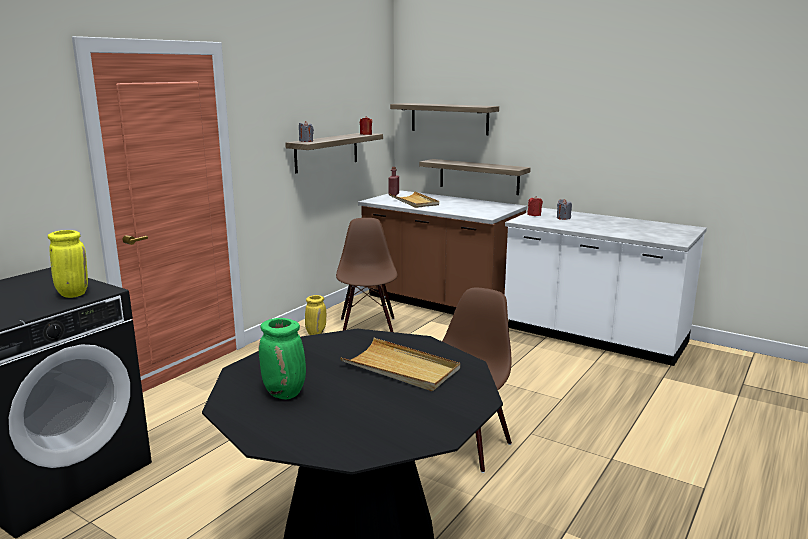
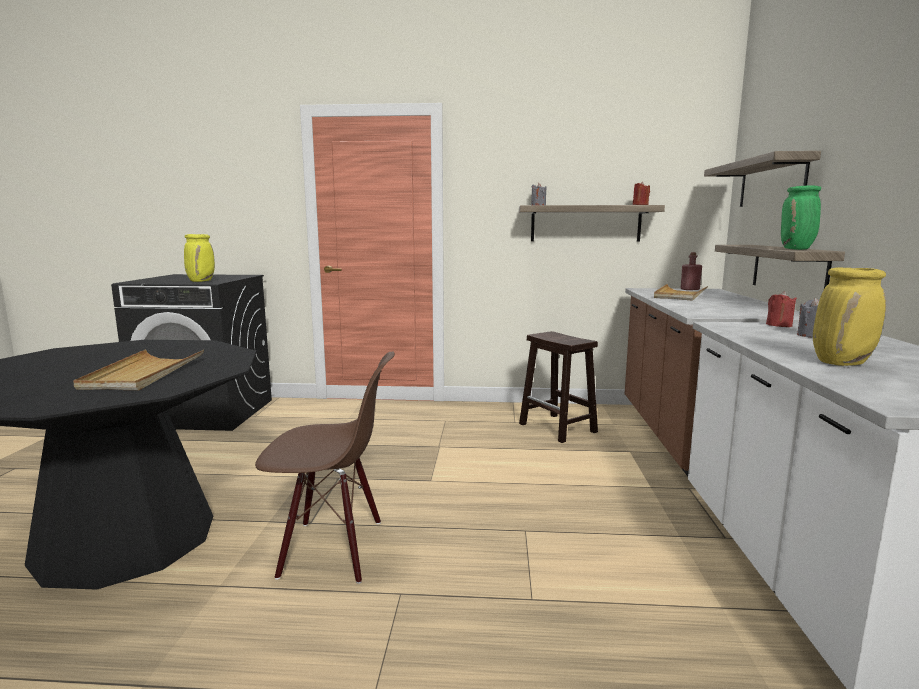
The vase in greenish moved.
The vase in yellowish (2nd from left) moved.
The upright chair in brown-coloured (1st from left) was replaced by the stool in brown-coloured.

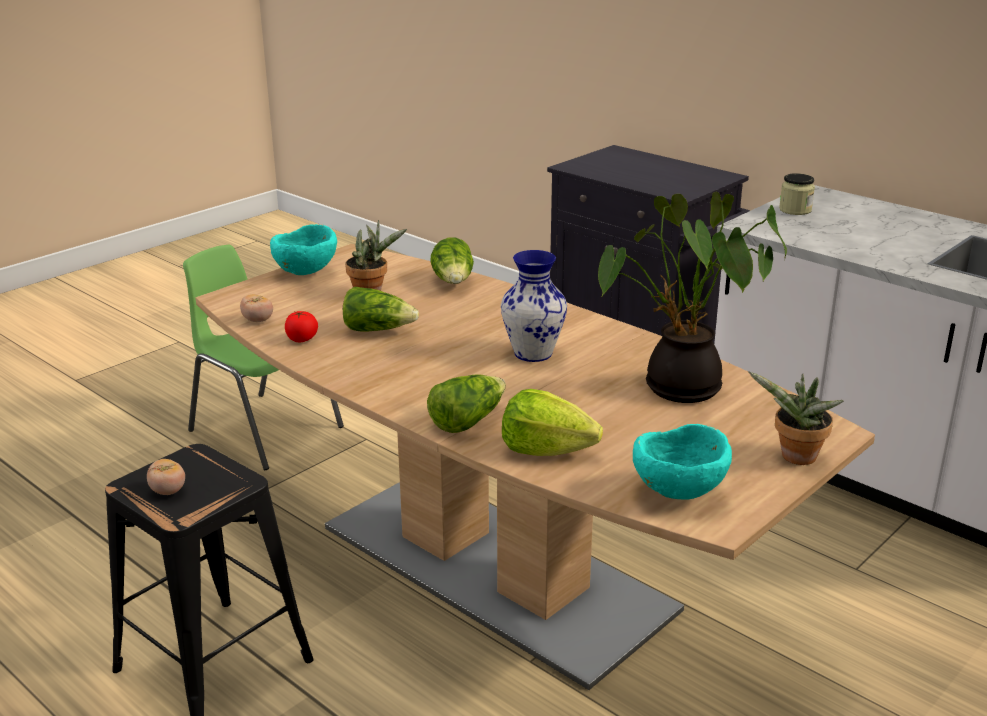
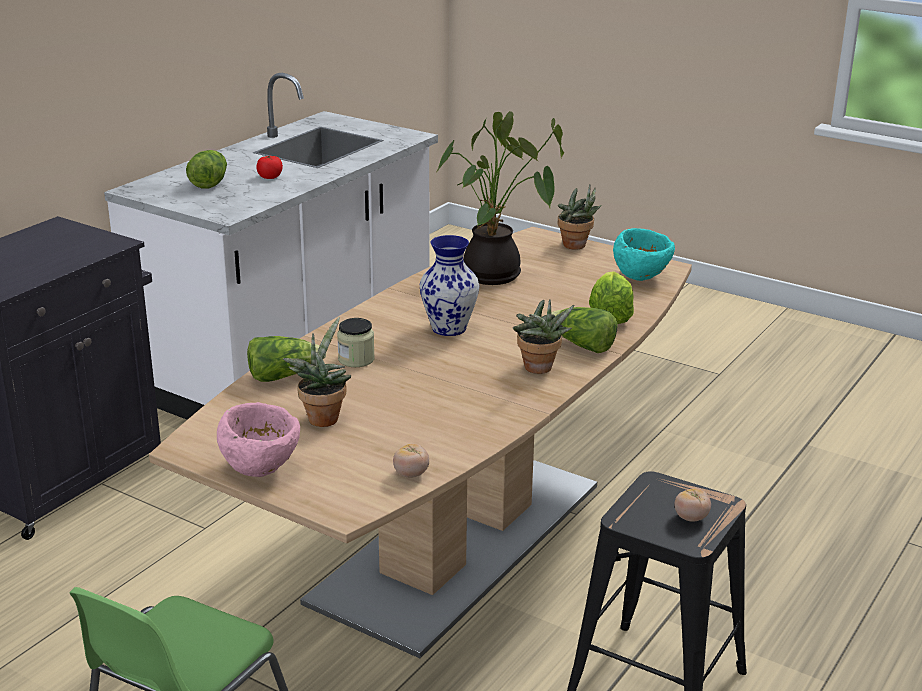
The serving bowl in blue-green (1st from left) became the serving bowl in pinkish.
The whole tomato (3rd from left in the first image) moved.
The head of lettuce (1st from left) moved.
The storage jar moved.
The potted plant (3rd from left) appeared.

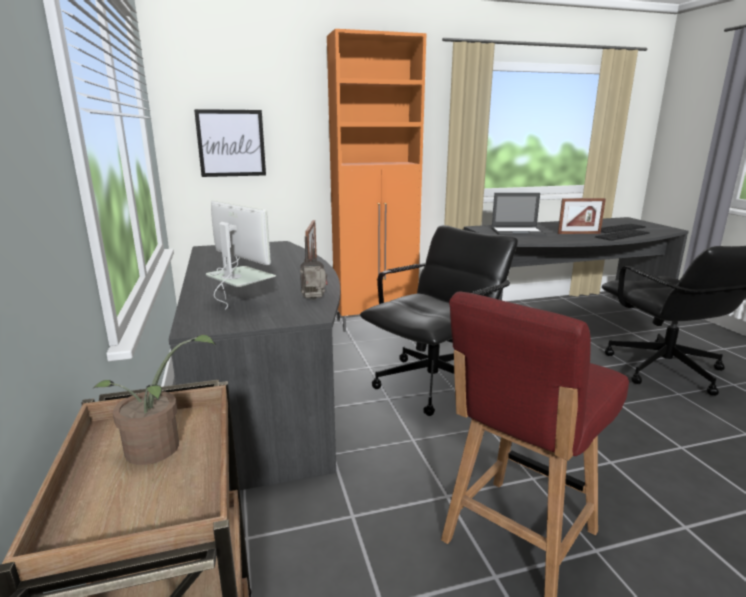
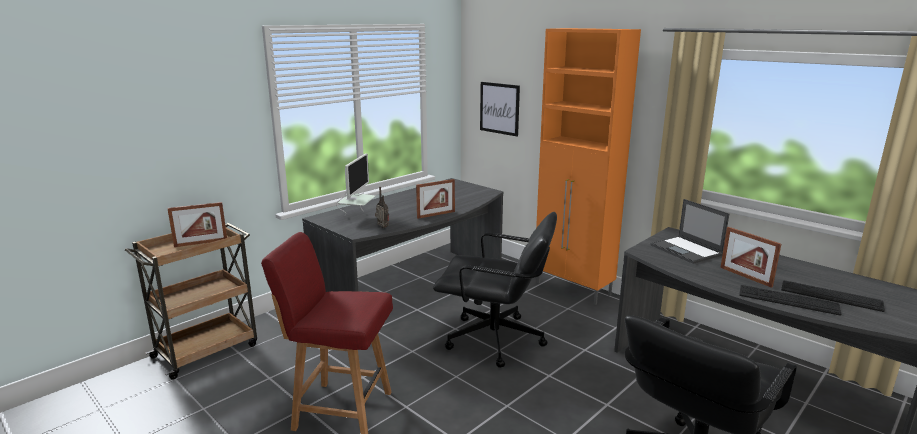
The potted plant was replaced by the standing frame (1st from left).

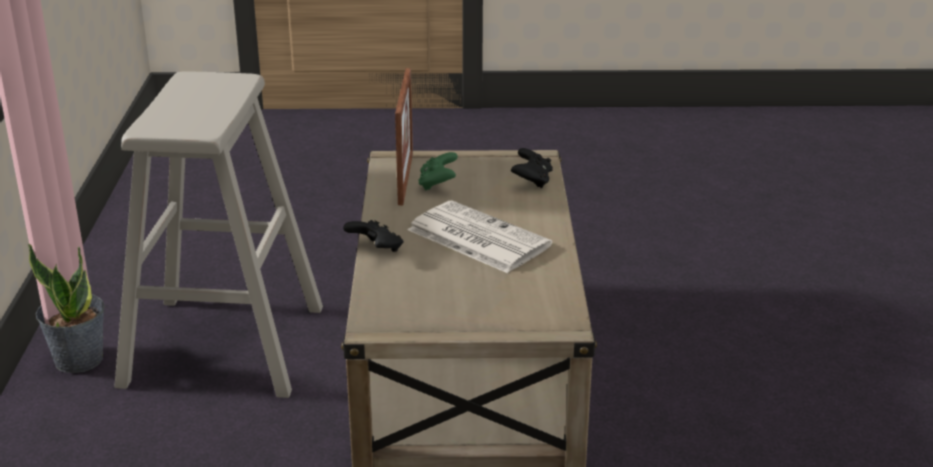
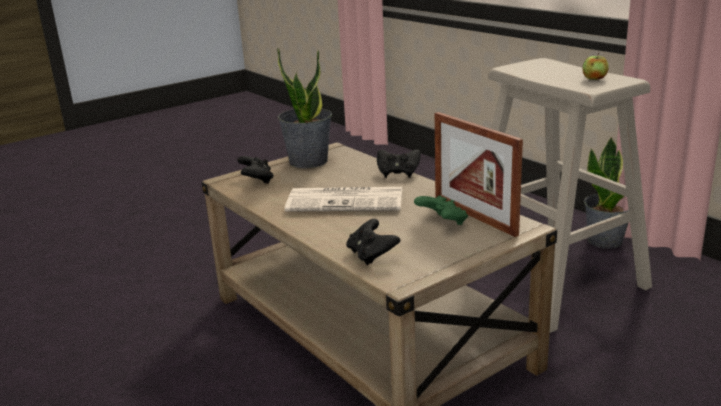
The joypad in black-coloured (1st from left) appeared.
The potted plant (1st from left) appeared.
The apple fruit appeared.

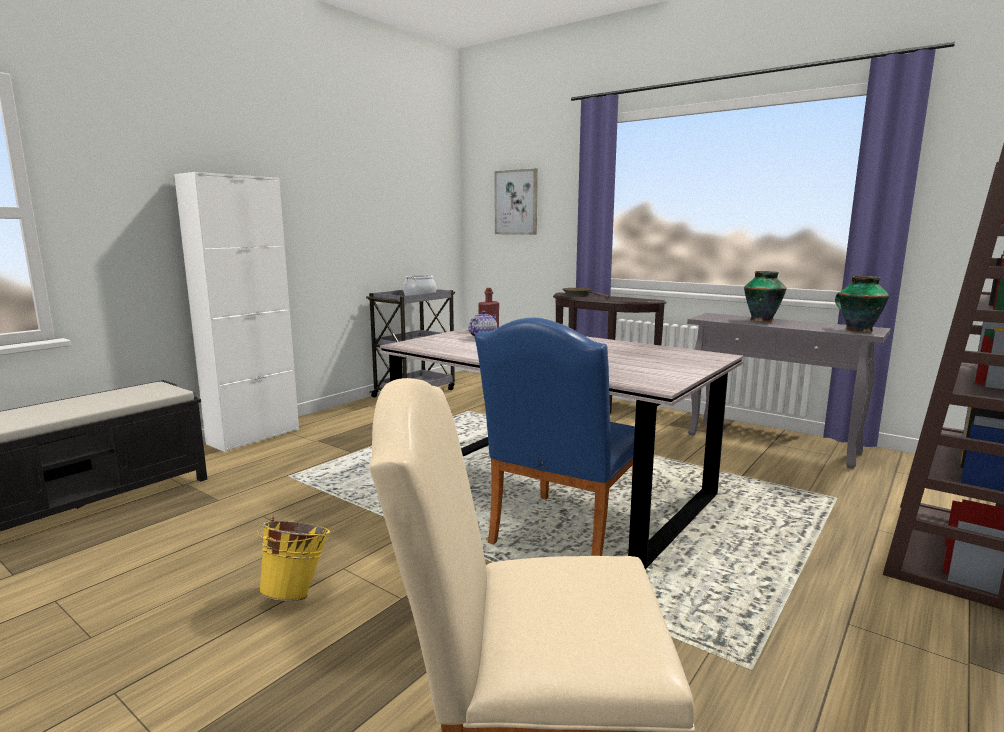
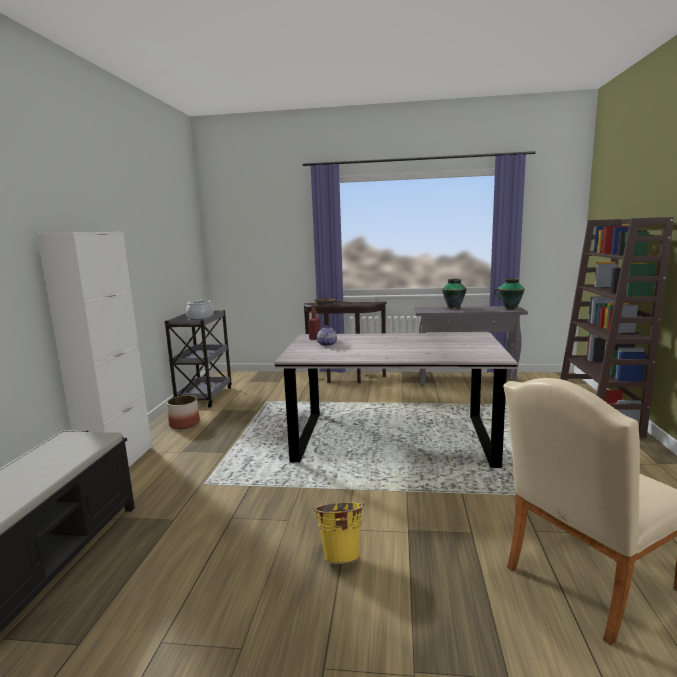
The upright chair in bluish disappeared.
The wall art disappeared.
The plant pot appeared.

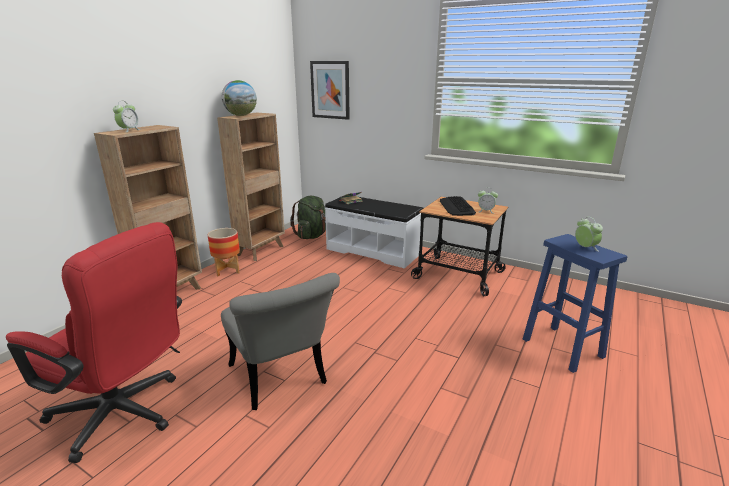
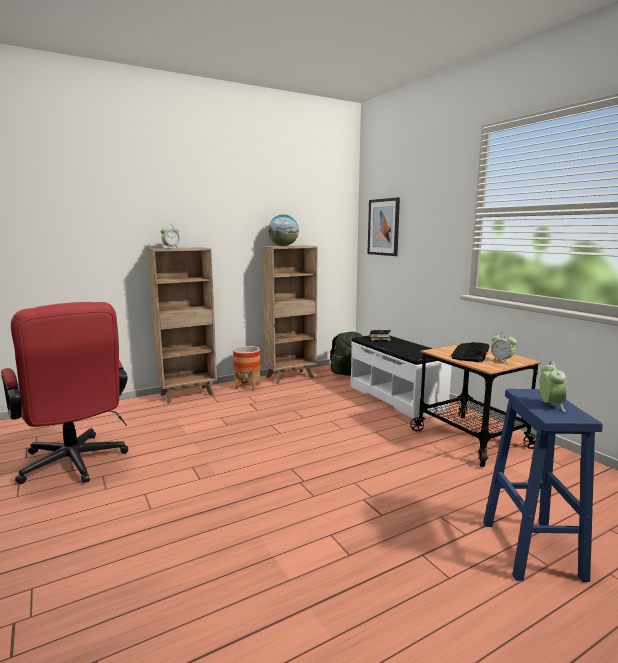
The upright chair in grey disappeared.

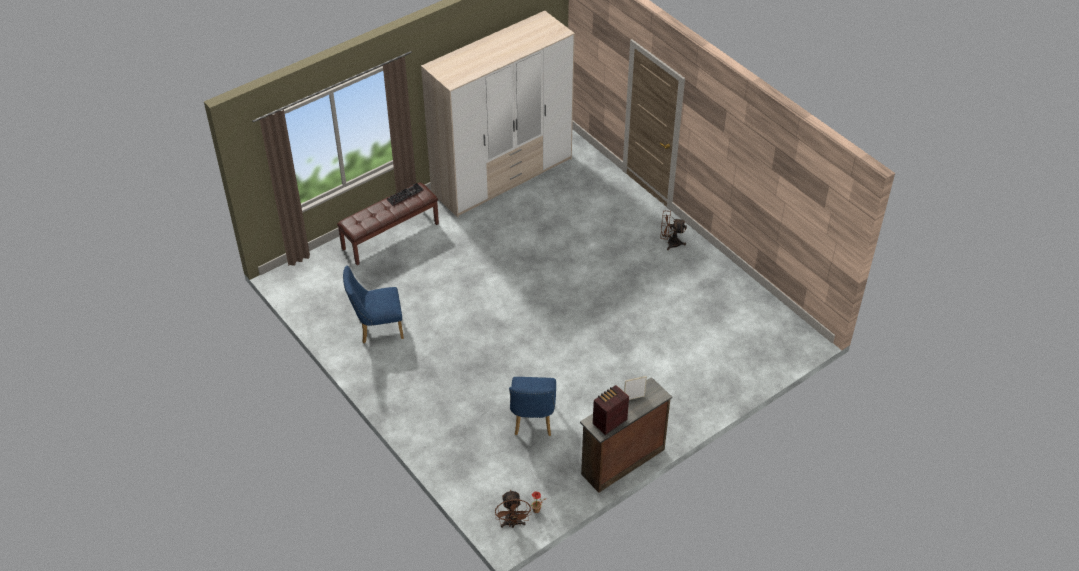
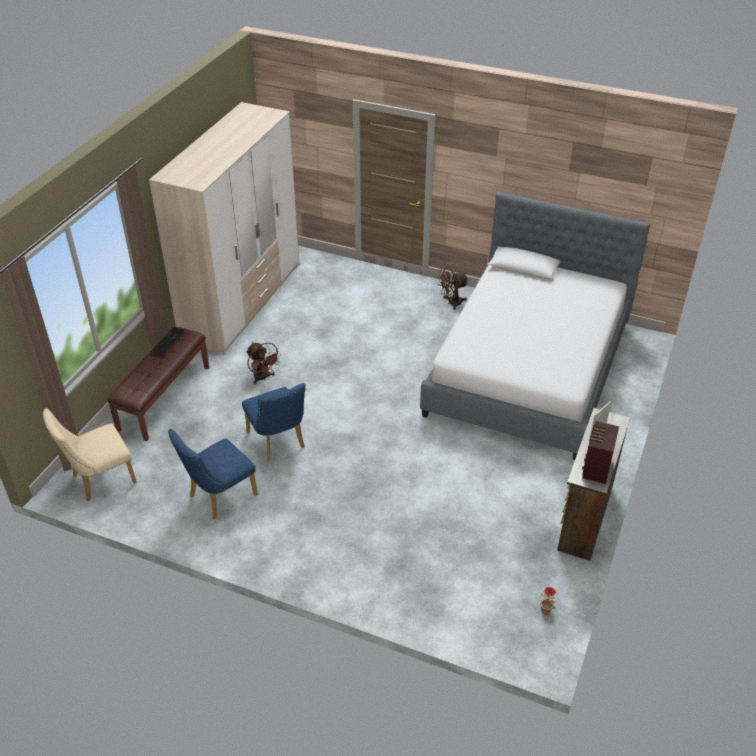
The cooling fan in brown-coloured (1st from left) moved.
The upright chair in bluish (2nd from left) moved.
The upright chair in beige appeared.
The bedroom bed appeared.

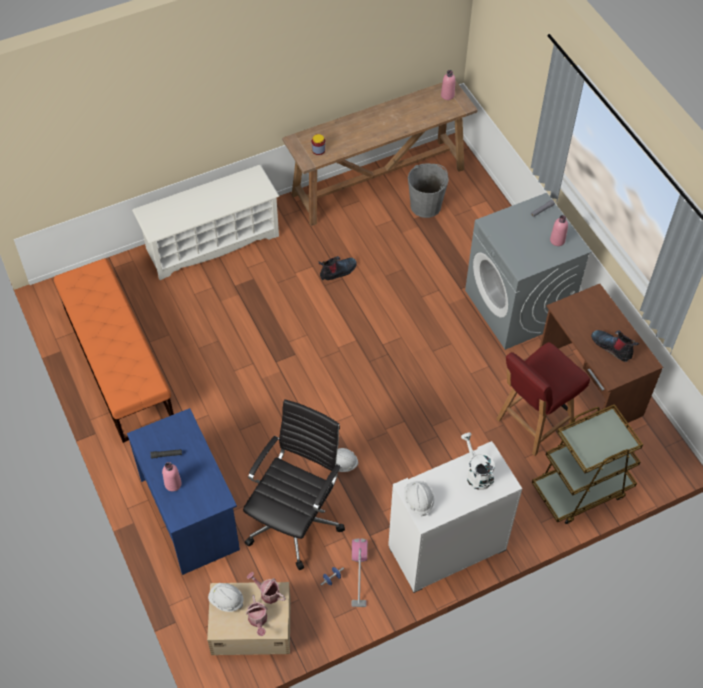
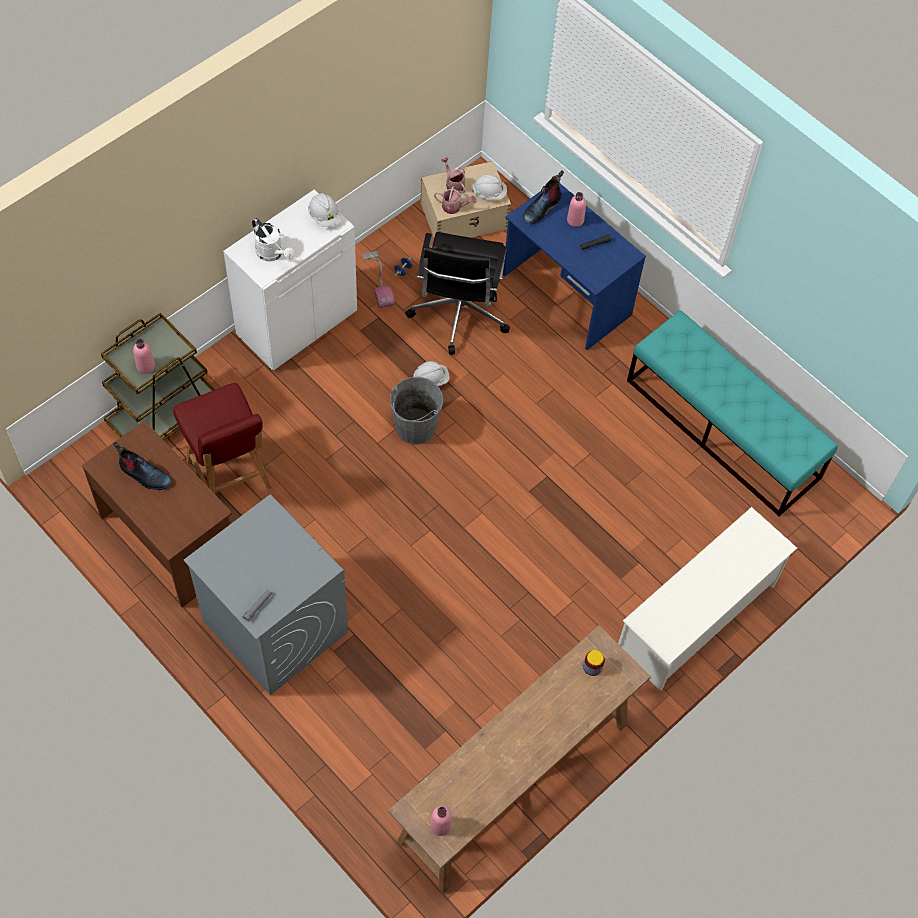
The bench in orange-coloured became the bench in blue-green.
The tall boot (1st from left in the first image) moved.
The pail in grey moved.
The upright chair in red turned 120 degrees clockwise.
The drink bottle in pinkish (3rd from left in the first image) moved.

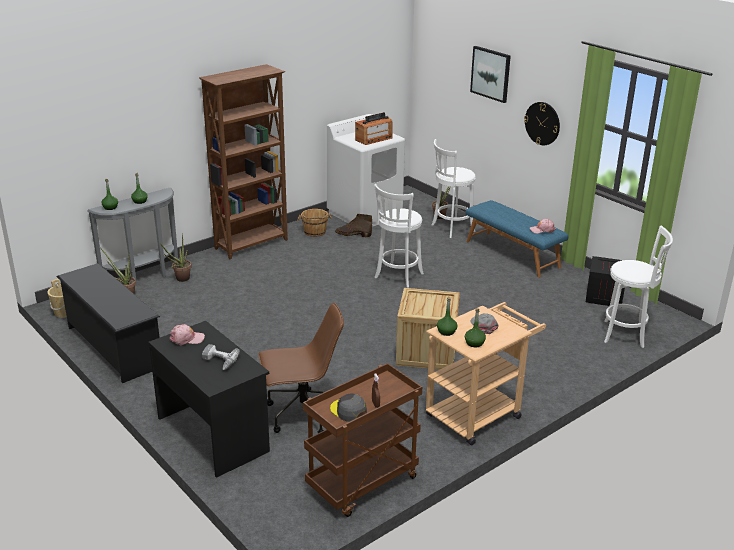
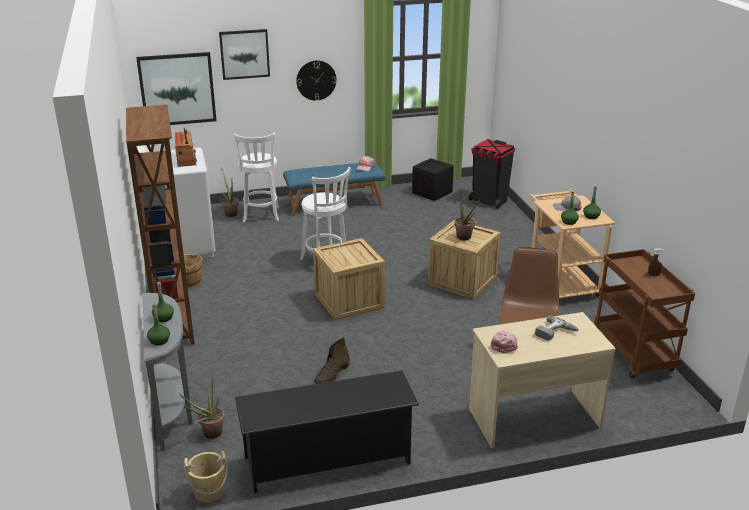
The desk in black-coloured became the desk in beige.
The potted plant (2nd from left in the first image) moved.
The peaked cap in grey (1st from left) disappeared.
The tall boot in brown-coloured moved.
The stool in white (3rd from left) was replaced by the rubbish bin in black-coloured.
The wall art (1st from left) appeared.
The shipping crate (1st from left) appeared.

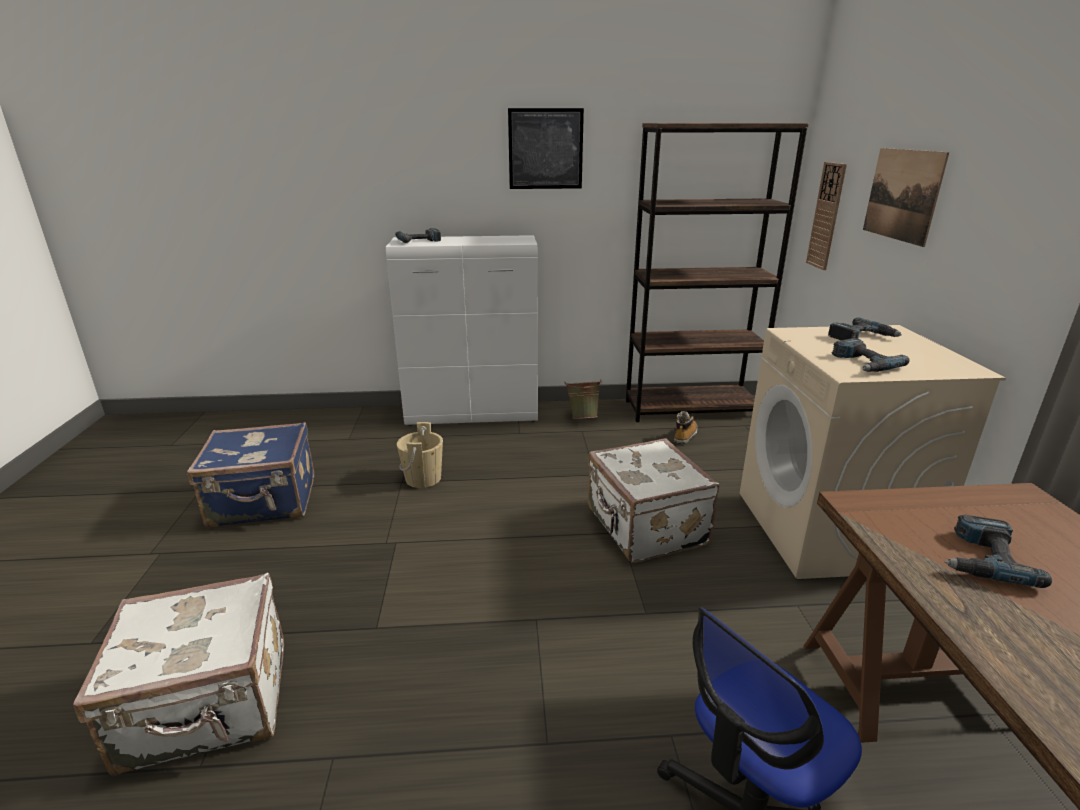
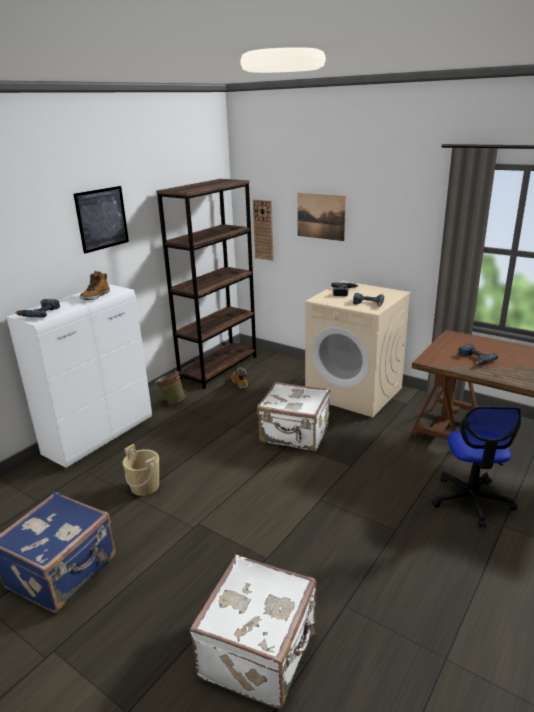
The tall boot (1st from left) appeared.

